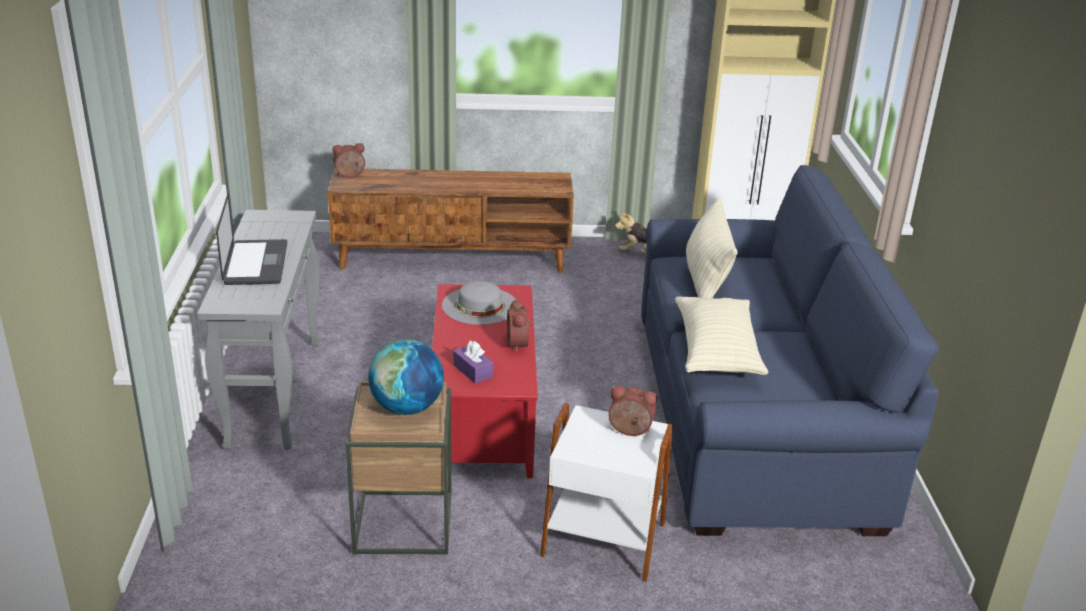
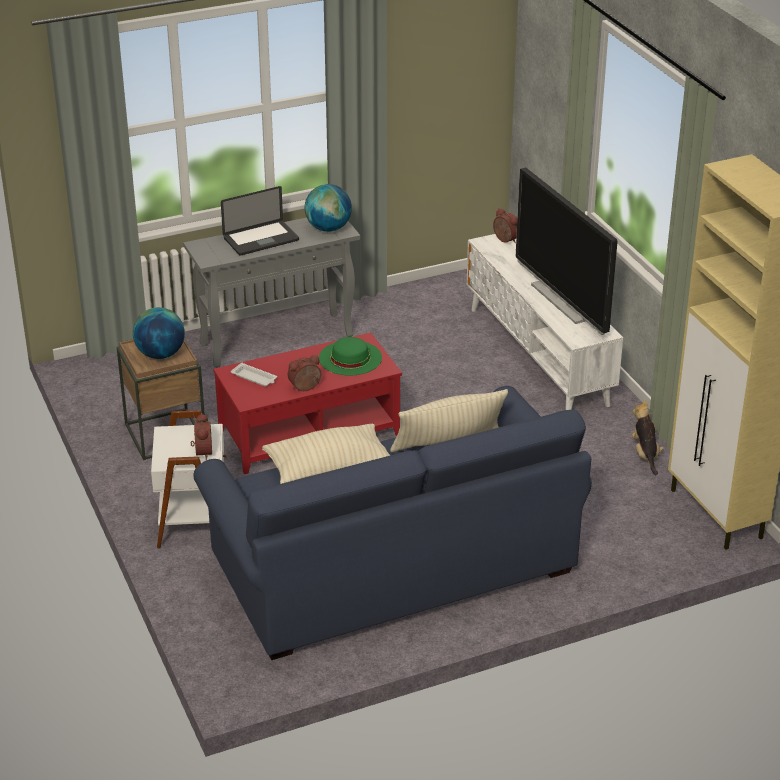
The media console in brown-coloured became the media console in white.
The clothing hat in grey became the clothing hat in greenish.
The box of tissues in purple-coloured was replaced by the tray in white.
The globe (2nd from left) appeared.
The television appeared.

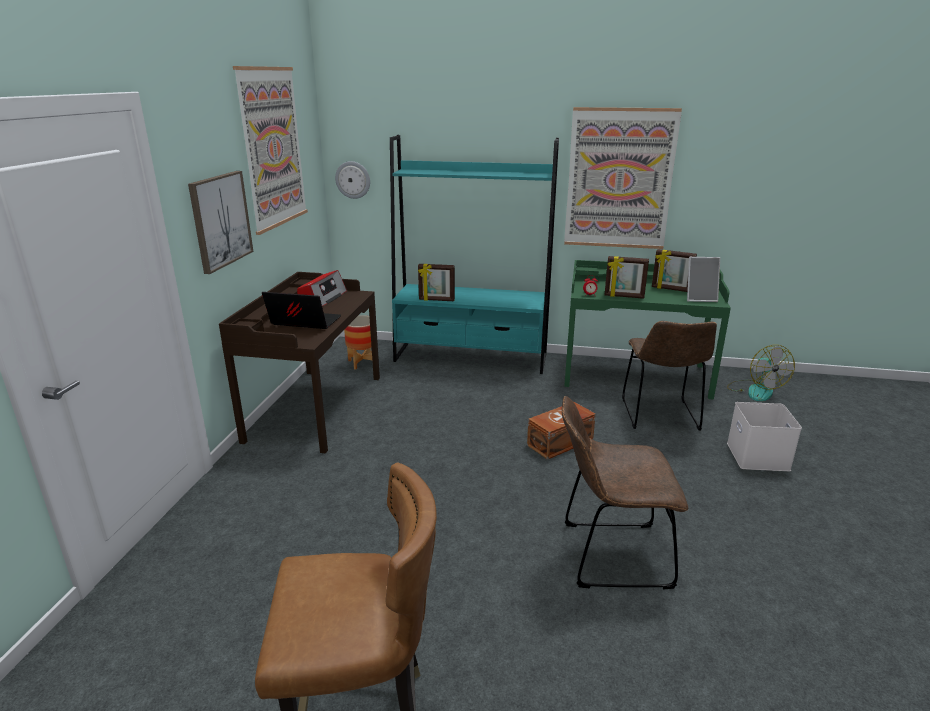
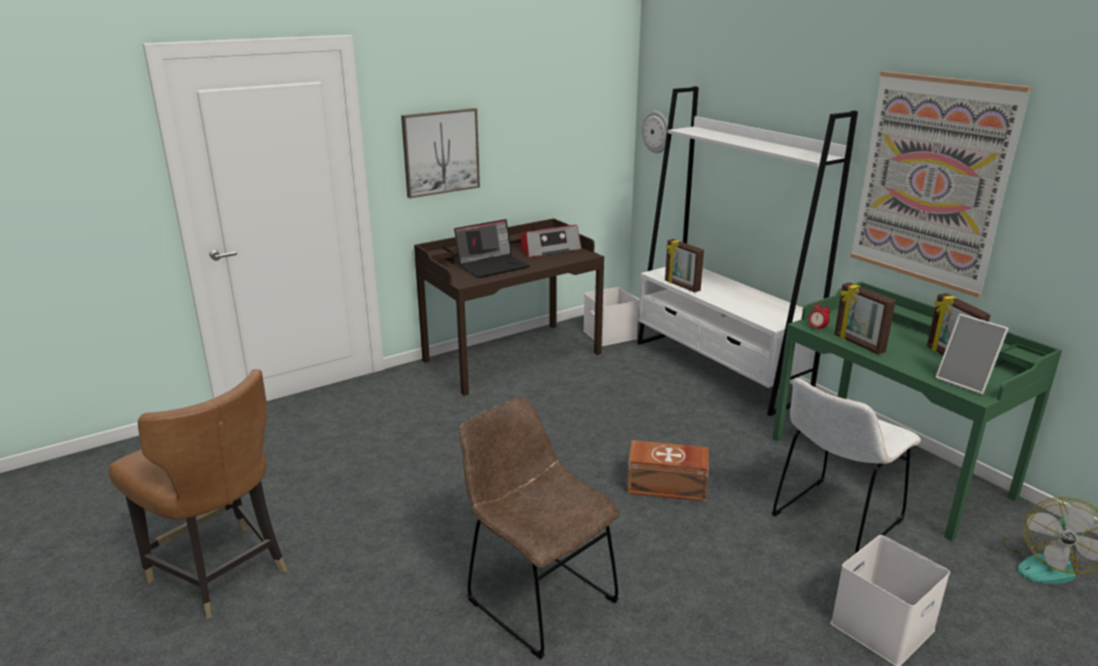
The wall art (2nd from left) disappeared.
The notebook computer turned 90 degrees clockwise.
The plant pot was replaced by the storage container in white (1st from left).
The shelving unit in blue-green became the shelving unit in white.
The upright chair in brown-coloured (3rd from left) became the upright chair in white.

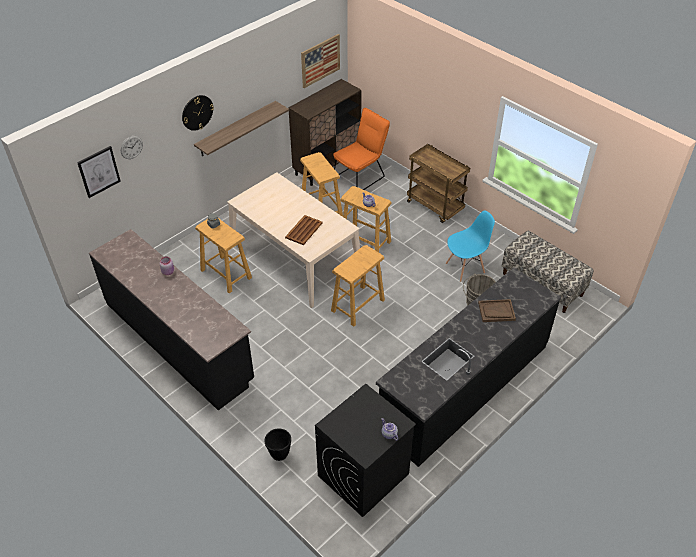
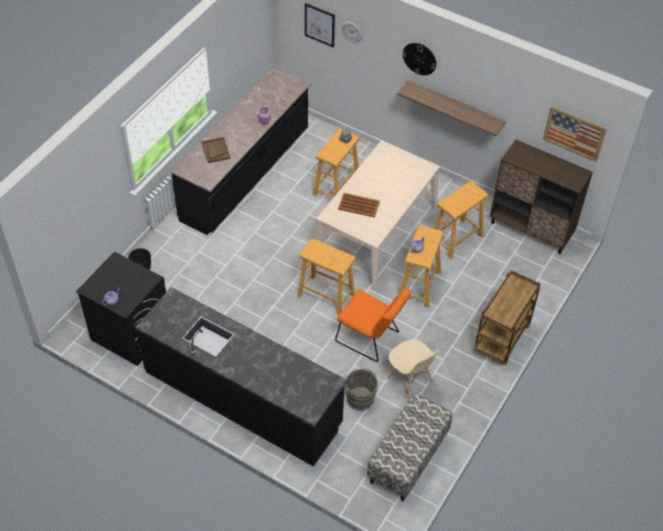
The upright chair in orange-coloured moved.
The upright chair in bluish became the upright chair in beige.
The tray in brown-coloured (2nd from left in the first image) moved.

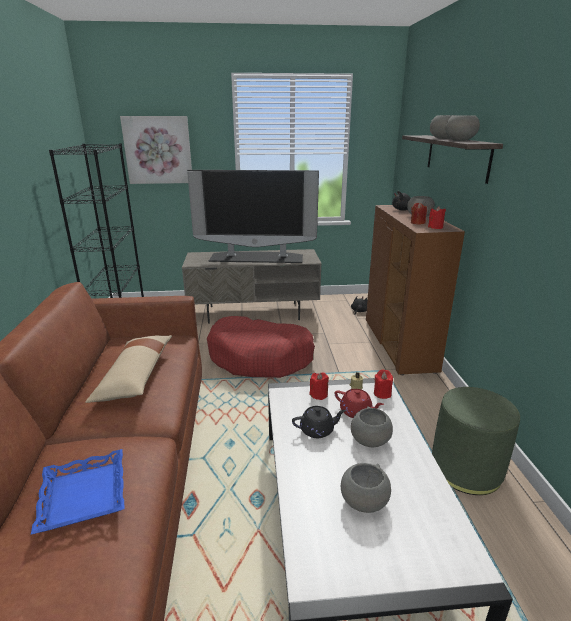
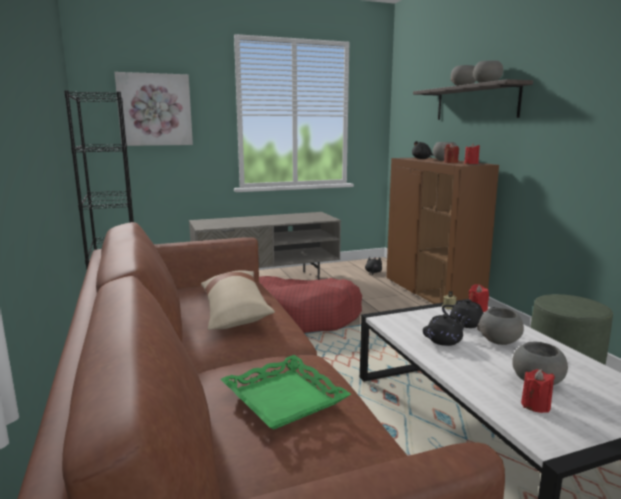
The tray in bluish became the tray in greenish.
The television disappeared.
The wax candle in red (1st from left in the first image) moved.
The teapot in red became the teapot in black-coloured (2nd from left).

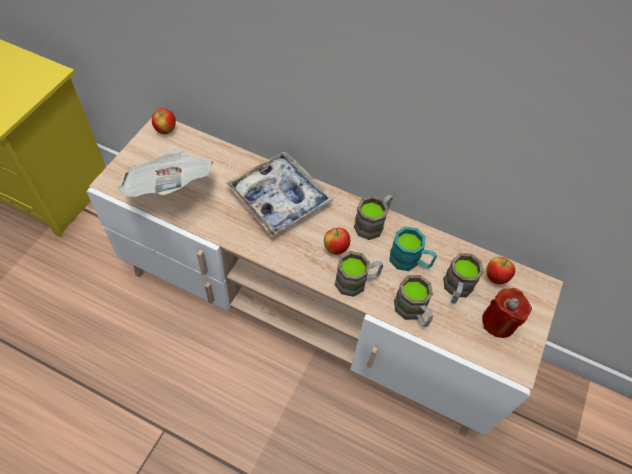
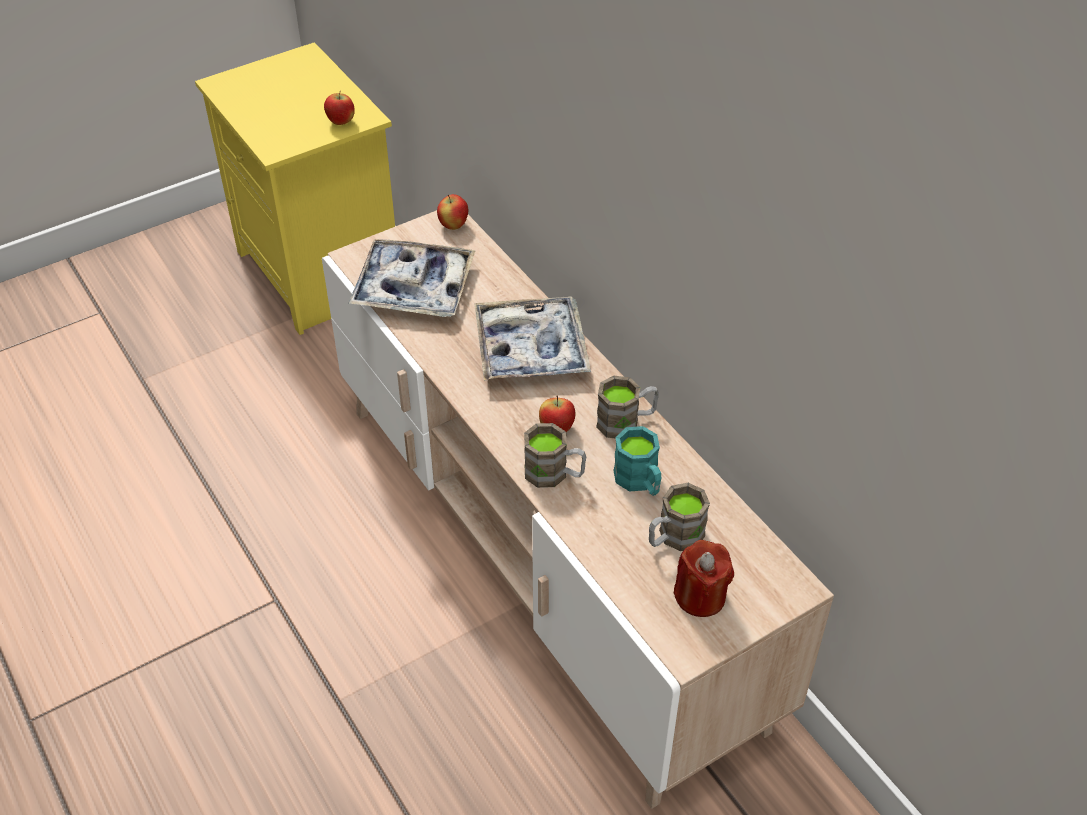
The newspaper was replaced by the tray (1st from left).
The tea mug in brown-coloured (3rd from left) disappeared.
The apple fruit (3rd from left in the first image) moved.

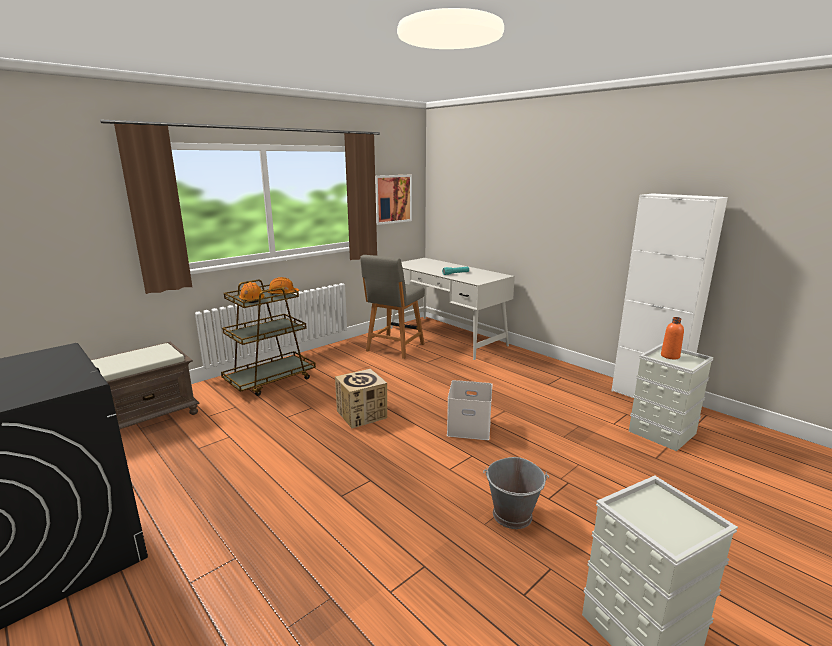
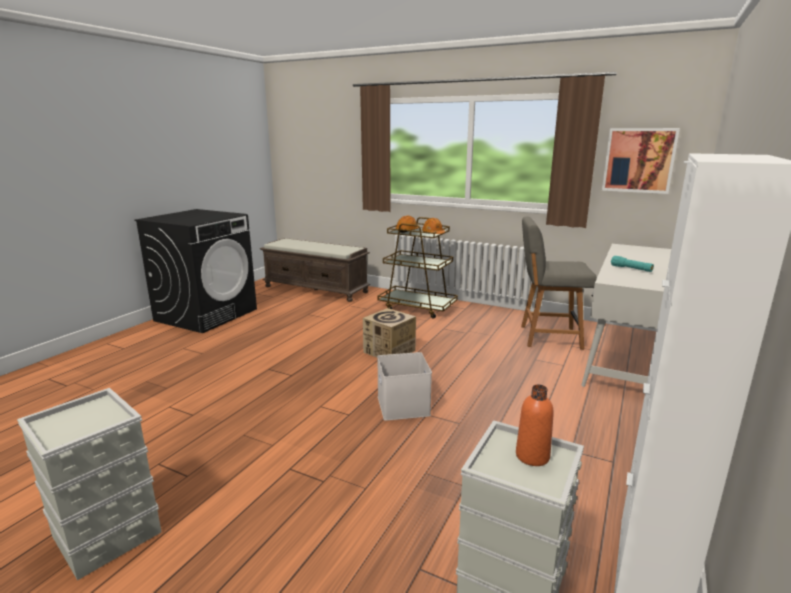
The pail in grey disappeared.

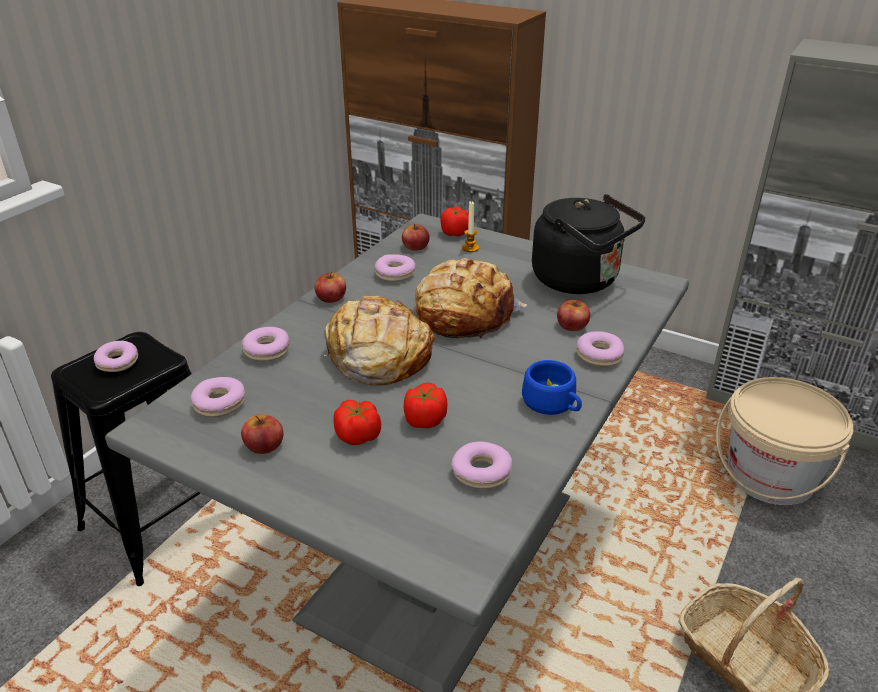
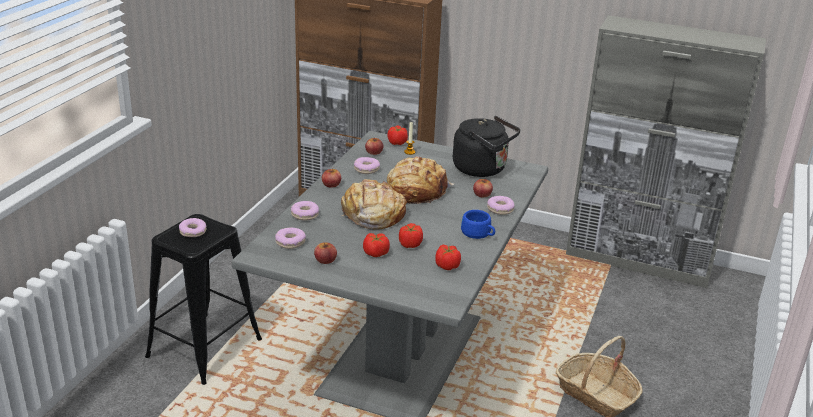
The ring doughnut (5th from left) was replaced by the whole tomato (4th from left).
The pail in beige disappeared.

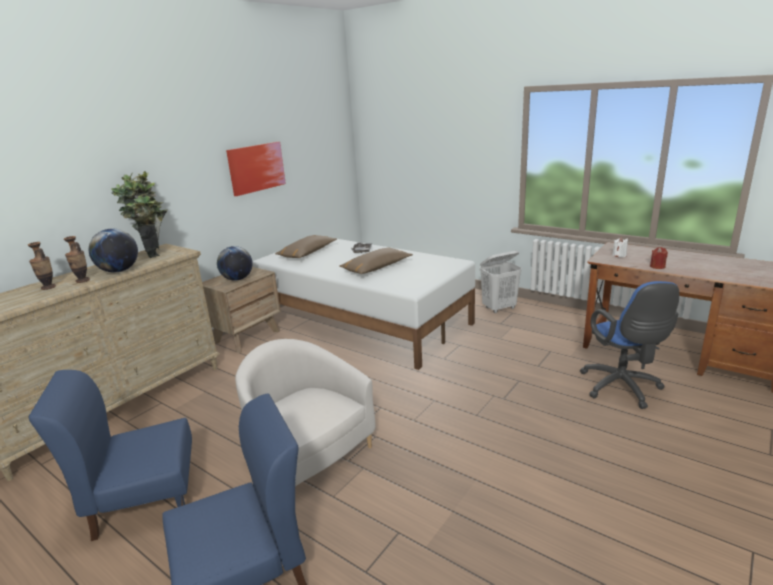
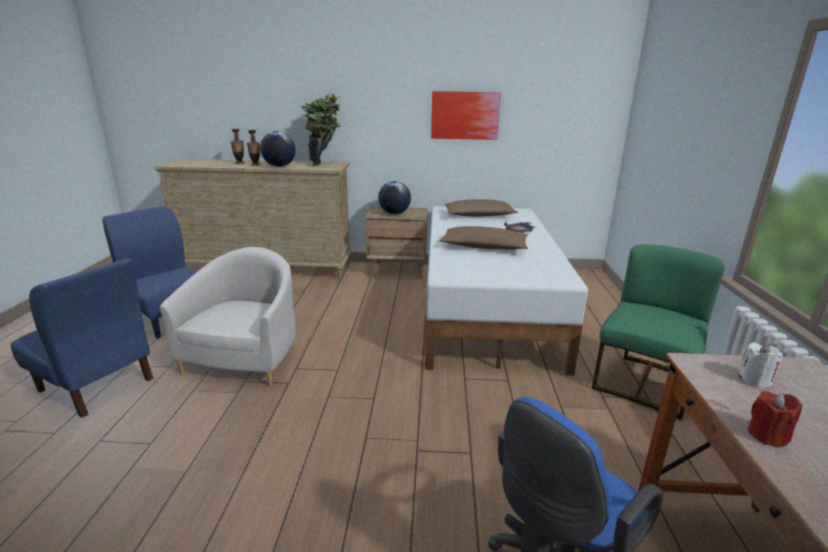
The hamper in white was replaced by the upright chair in greenish.

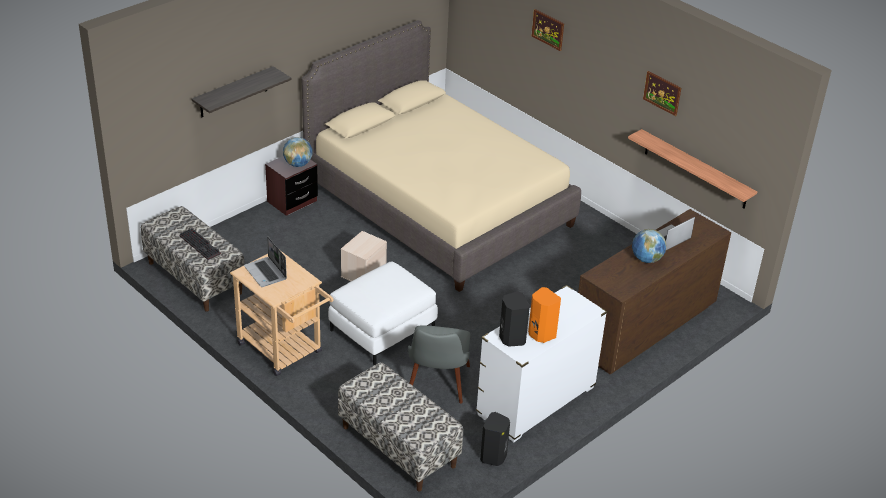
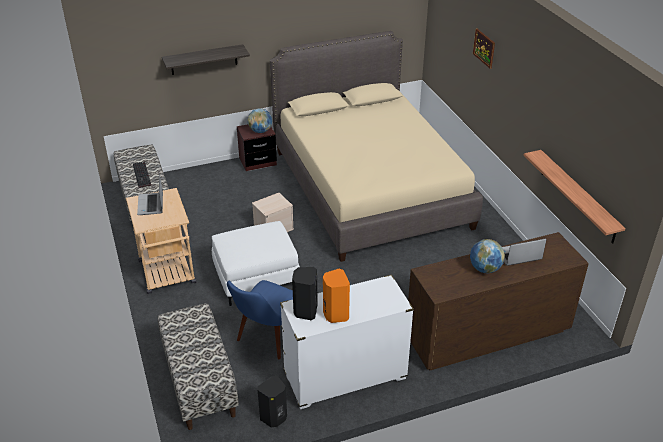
The upright chair in grey became the upright chair in bluish.
The wall art (2nd from left) disappeared.

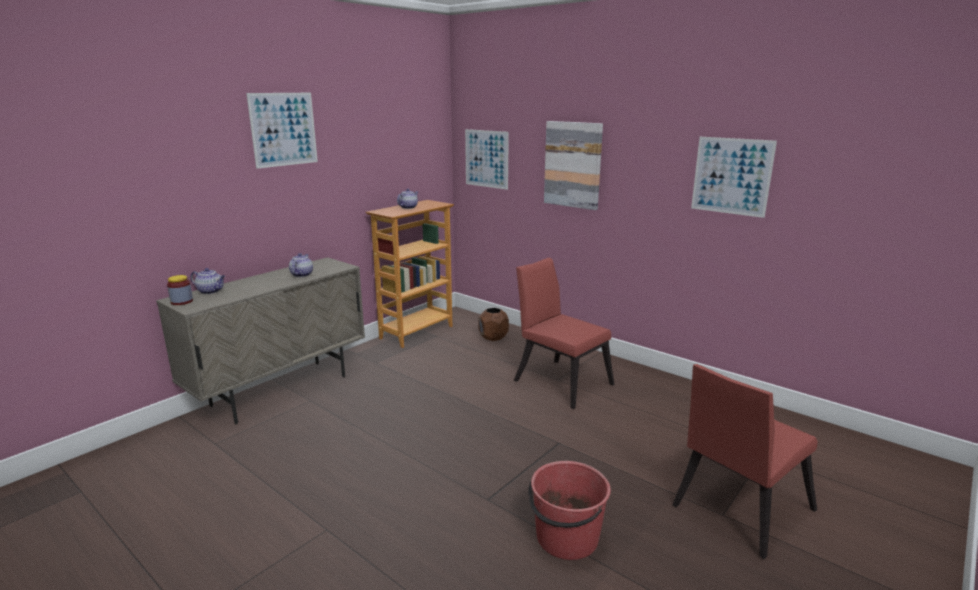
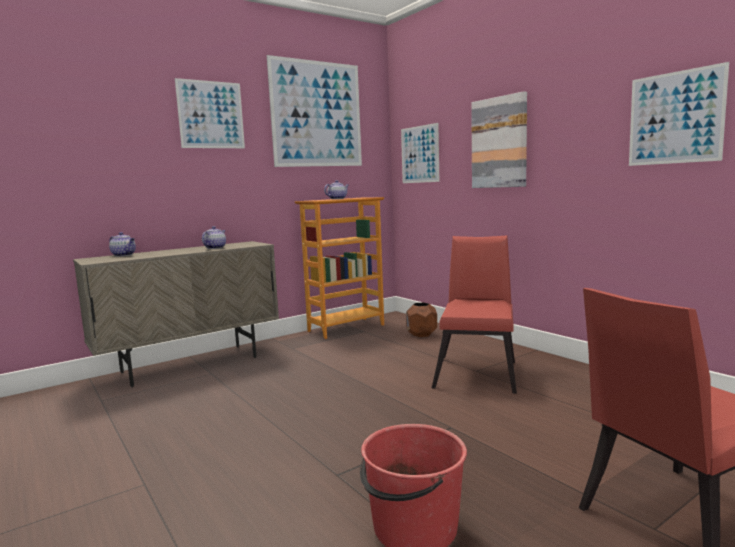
The storage jar disappeared.
The upright chair in red (1st from left) turned 45 degrees clockwise.
The wall art (2nd from left) appeared.

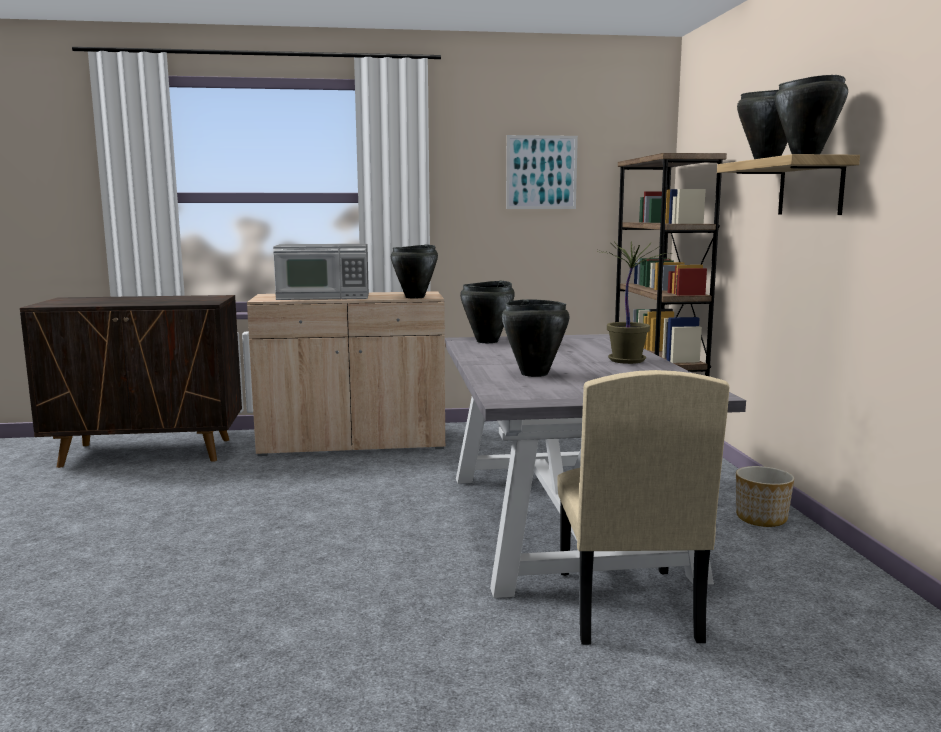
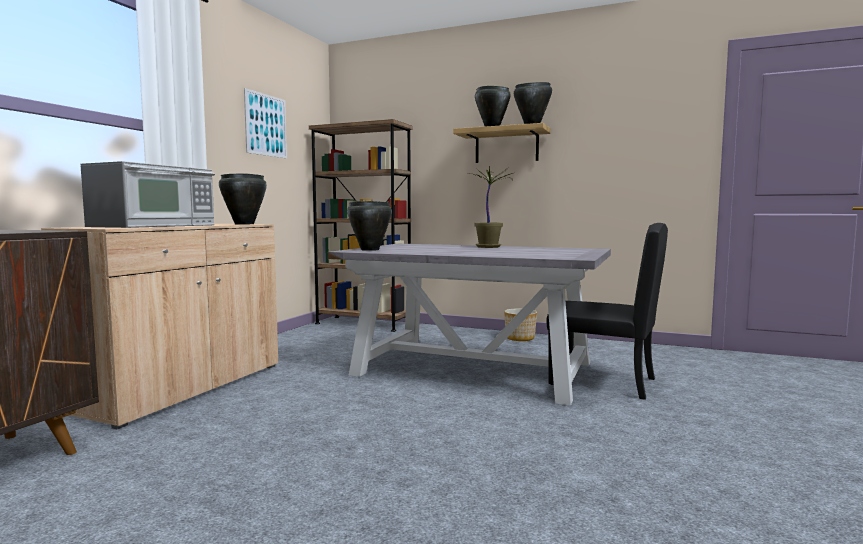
The saucepot in black-coloured (3rd from left) disappeared.
The upright chair in beige became the upright chair in black-coloured.

